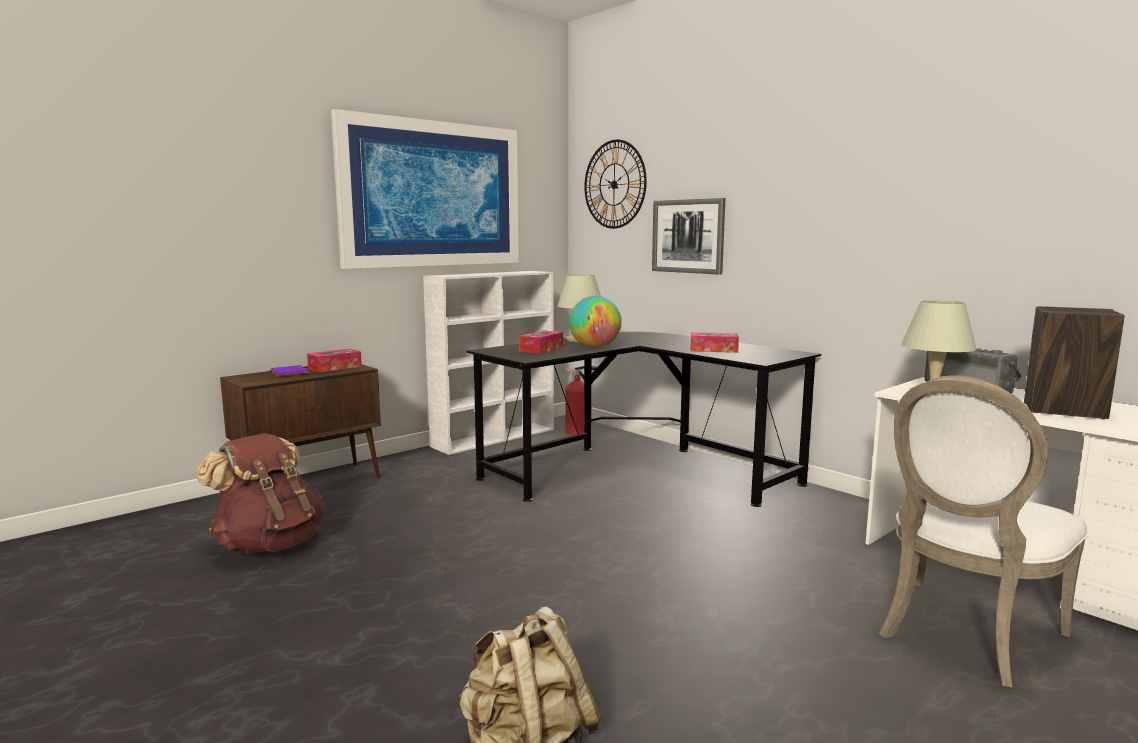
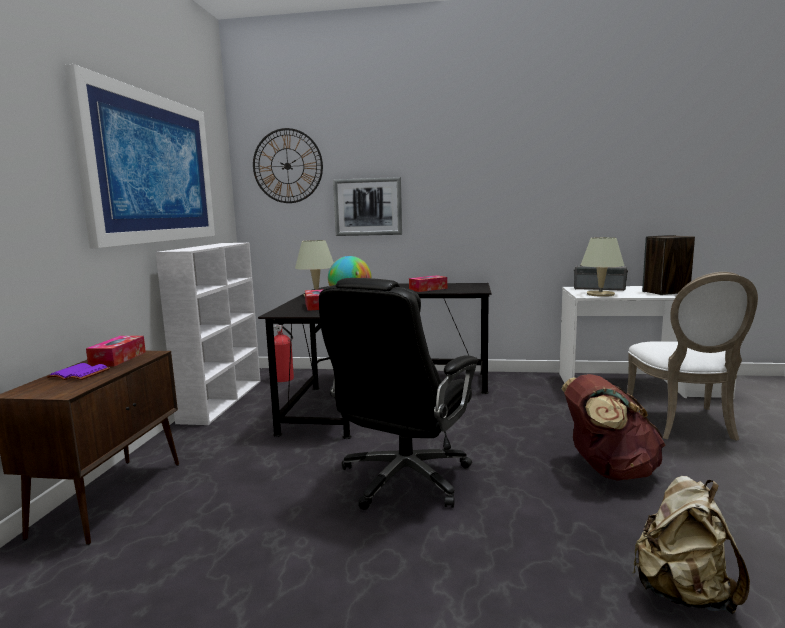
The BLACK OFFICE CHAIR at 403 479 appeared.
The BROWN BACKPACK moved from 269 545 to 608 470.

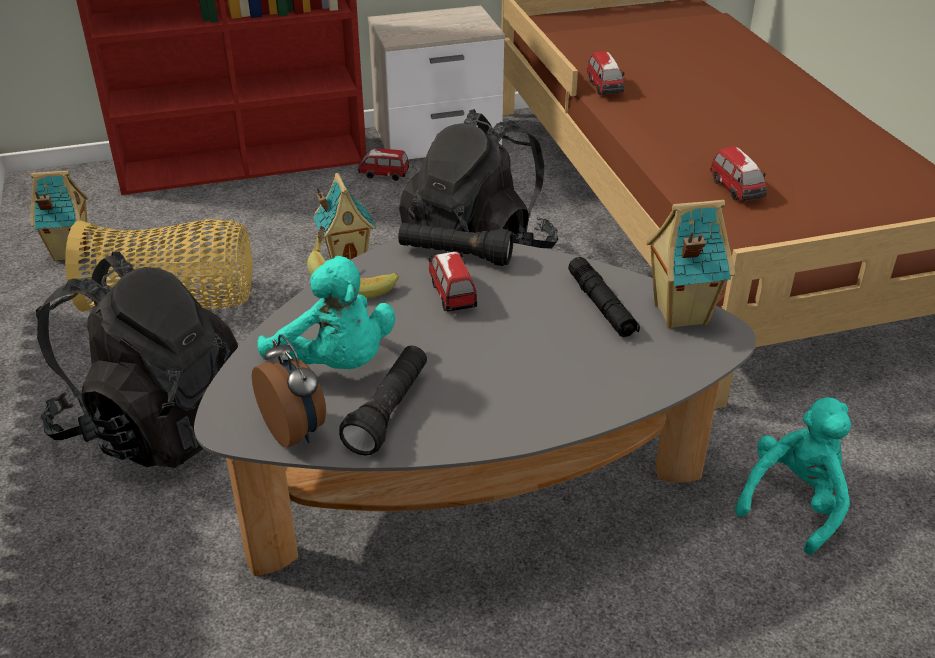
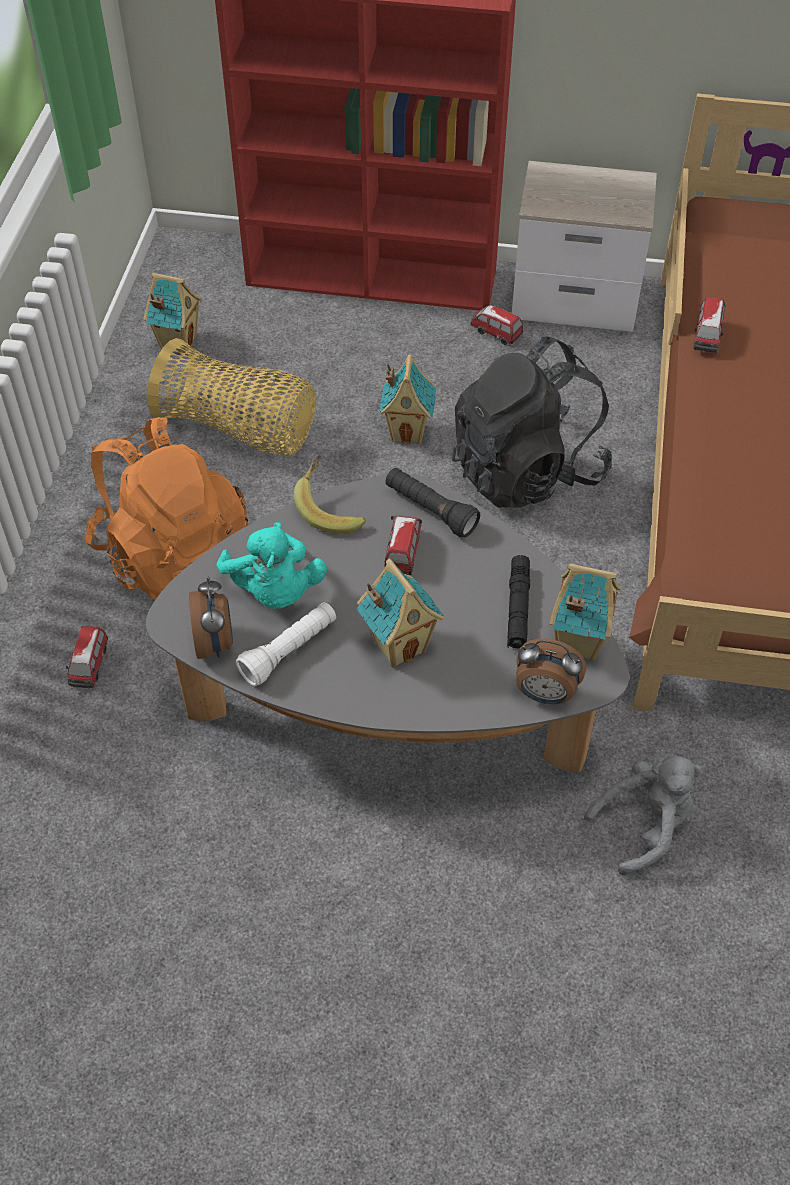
The TOY HOUSE at 399 645 appeared.
The ALARM CLOCK at 545 694 appeared.
The TOY CAR moved from 737 190 to 90 666.
The BLACK BACKPACK at 153 426 became the ORANGE BACKPACK at 172 554.
The BLACK FLASHLIGHT at 389 412 became the WHITE FLASHLIGHT at 289 651.
The TURQUOISE PLUSH TOY at 794 503 became the GREY PLUSH TOY at 644 825.

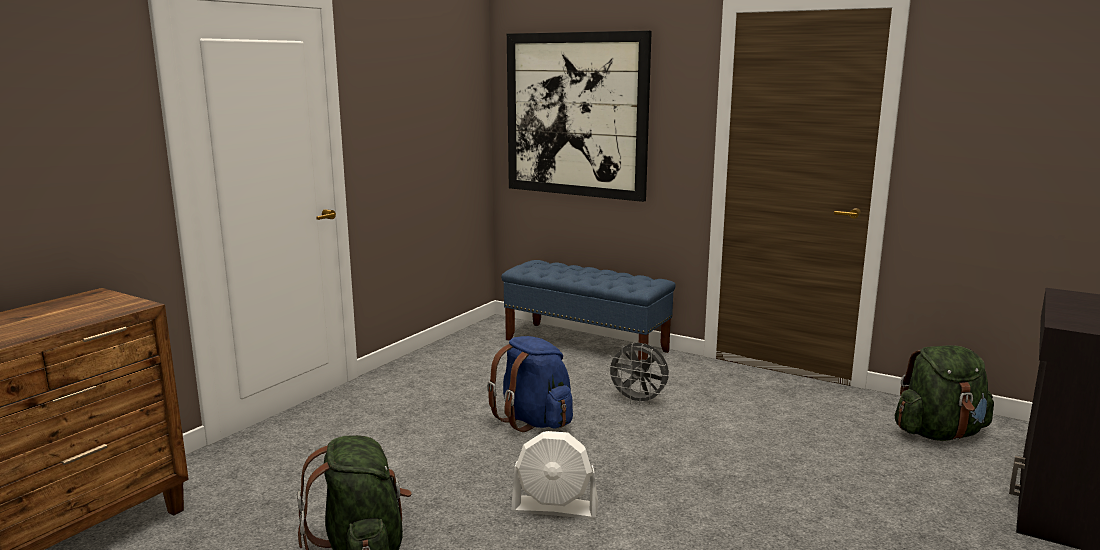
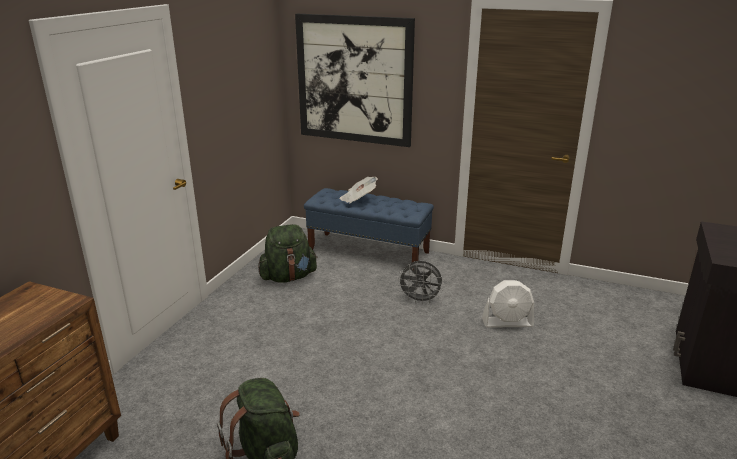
The BLUE BACKPACK at 534 421 disappeared.
The NEWSPAPER at 358 199 appeared.
The WHITE FAN moved from 555 508 to 507 322.
The GREEN BACKPACK moved from 939 433 to 288 277.

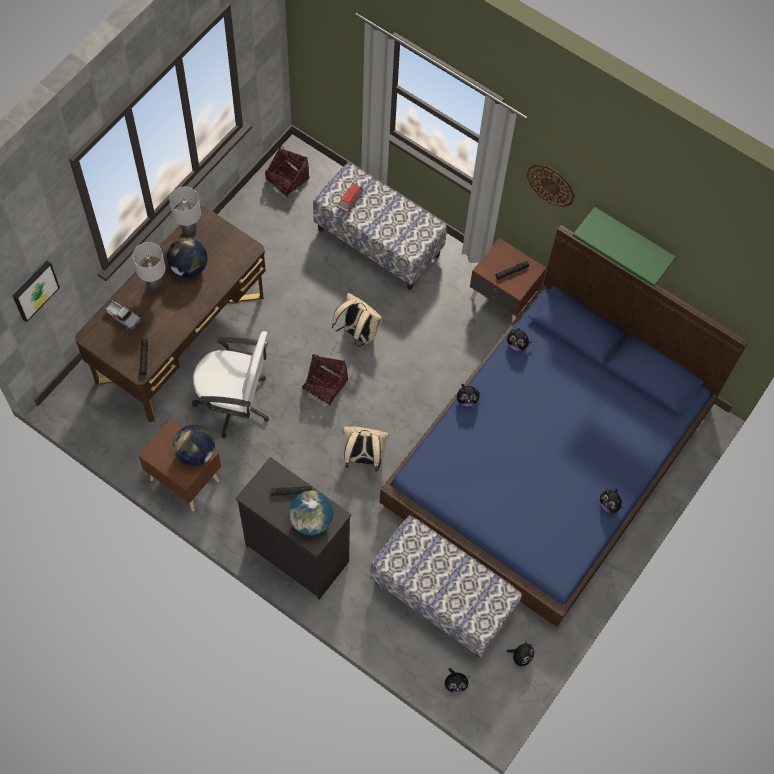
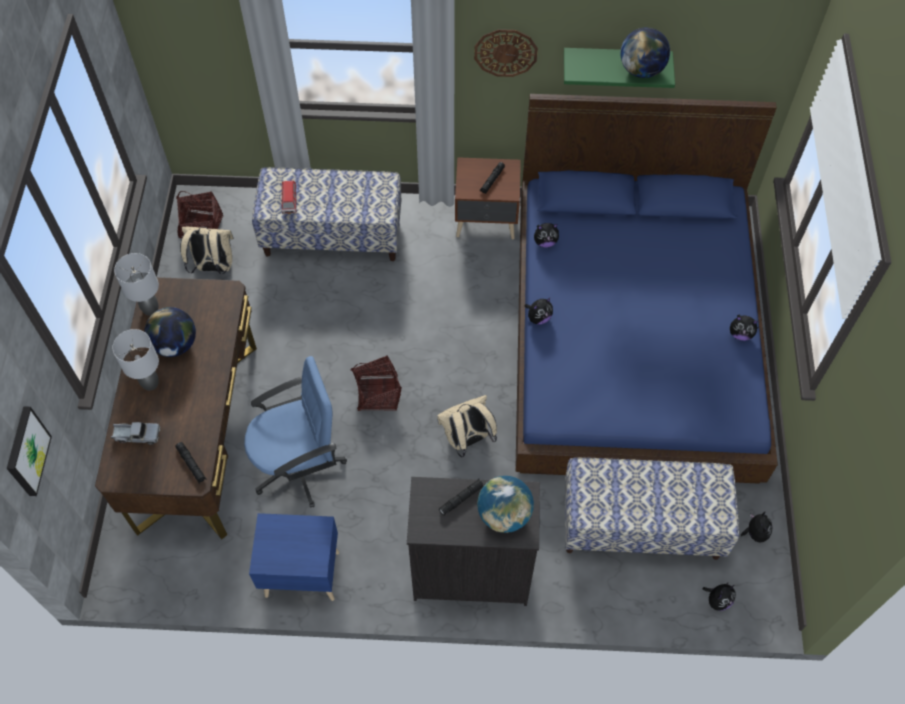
The GLOBE moved from 195 453 to 641 70.
The BEIGE BACKPACK moved from 357 333 to 213 267.
The BROWN NIGHTSTAND at 185 478 became the BLUE NIGHTSTAND at 301 572.
The WHITE OFFICE CHAIR at 235 403 became the BLUE OFFICE CHAIR at 299 465.

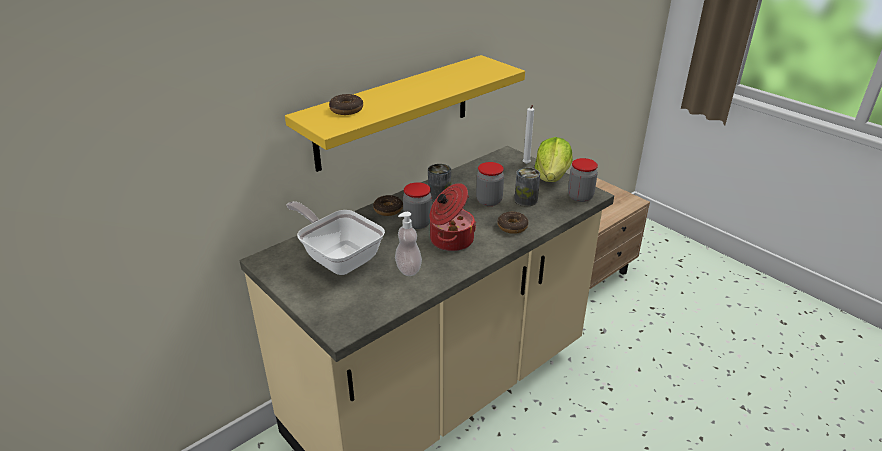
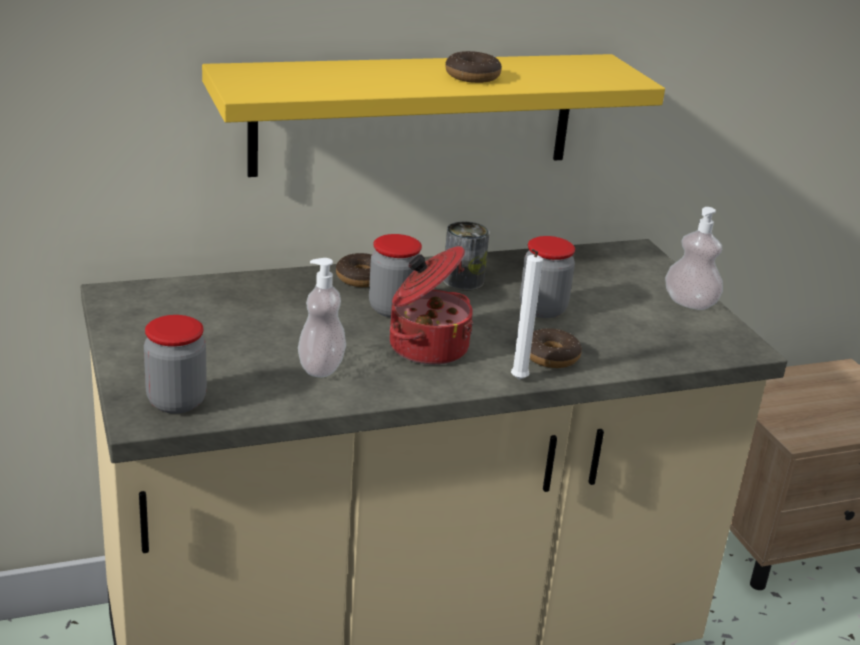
The FRYING PAN at 338 257 disappeared.
The CAN at 526 200 disappeared.
The DONUT moved from 346 110 to 472 76.
The WHITE CANDLE moved from 526 164 to 518 381.
The JAR moved from 580 197 to 176 401.
The LETTUCE at 552 177 was replaced by the SOAP DISPENSER at 690 303.

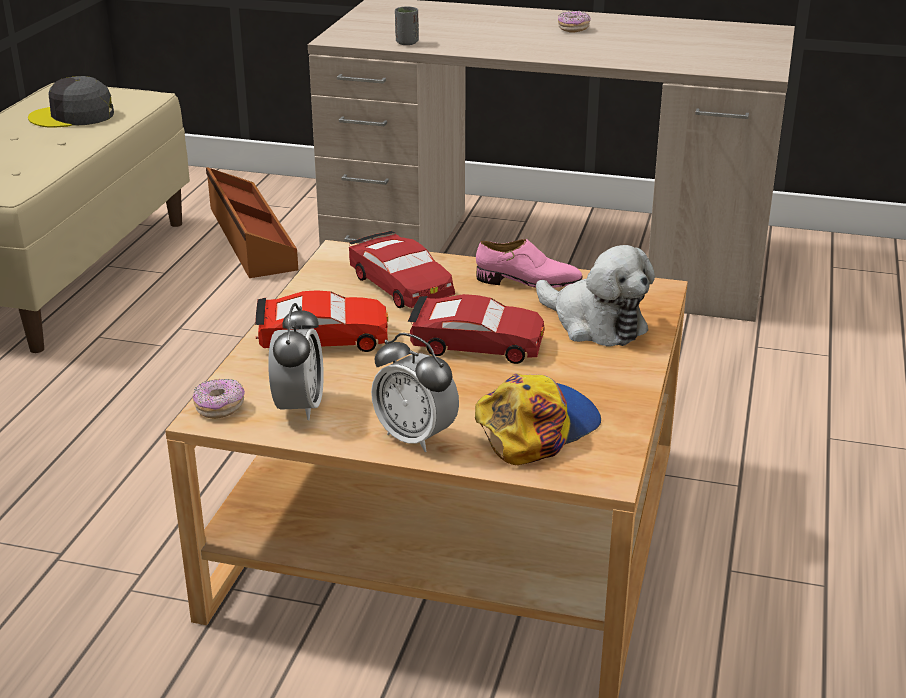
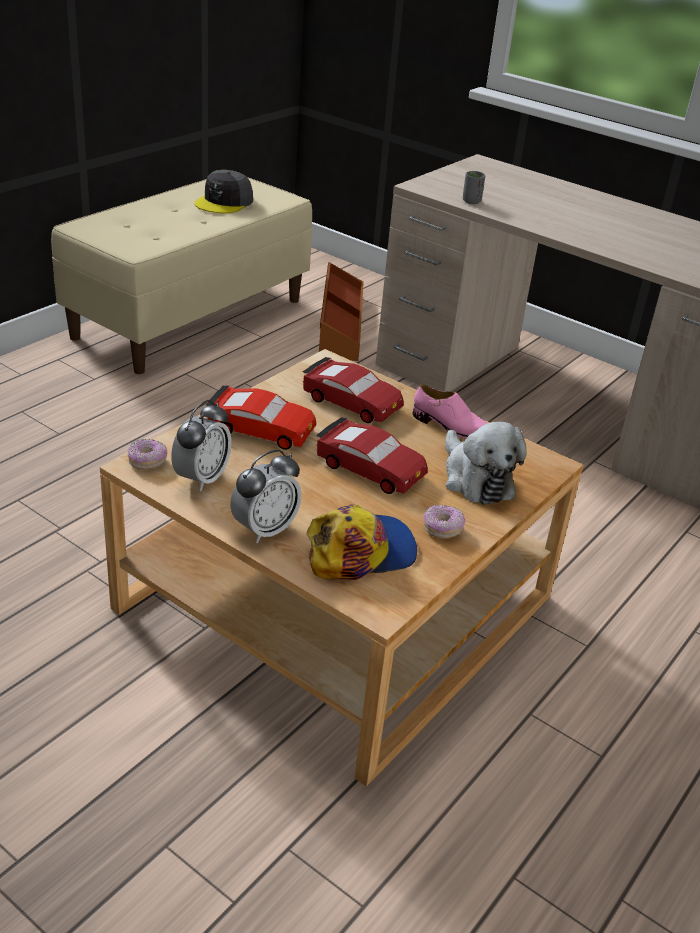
The DONUT moved from 573 29 to 442 529.
The GREY CAP at 73 116 turned 75 degrees counterclockwise.
The RED TOY CAR at 401 285 turned 45 degrees counterclockwise.
The ALARM CLOCK at 415 437 turned 105 degrees counterclockwise.

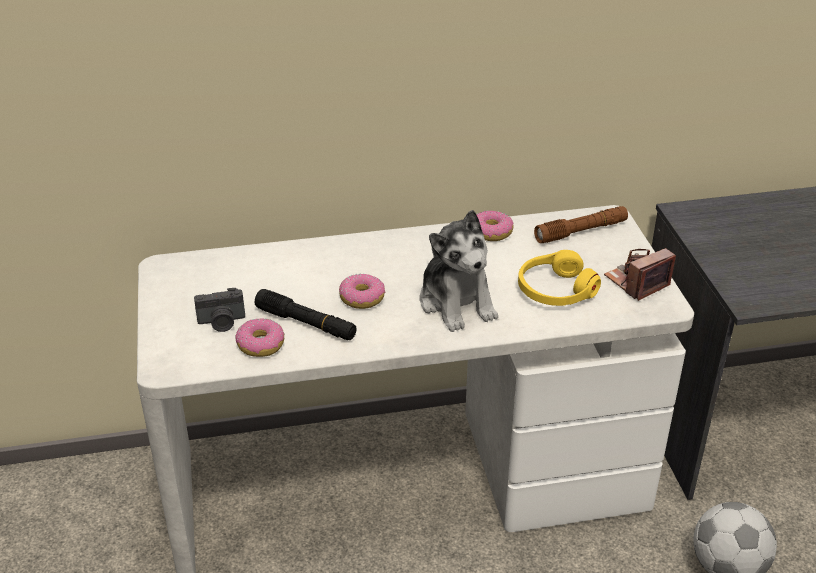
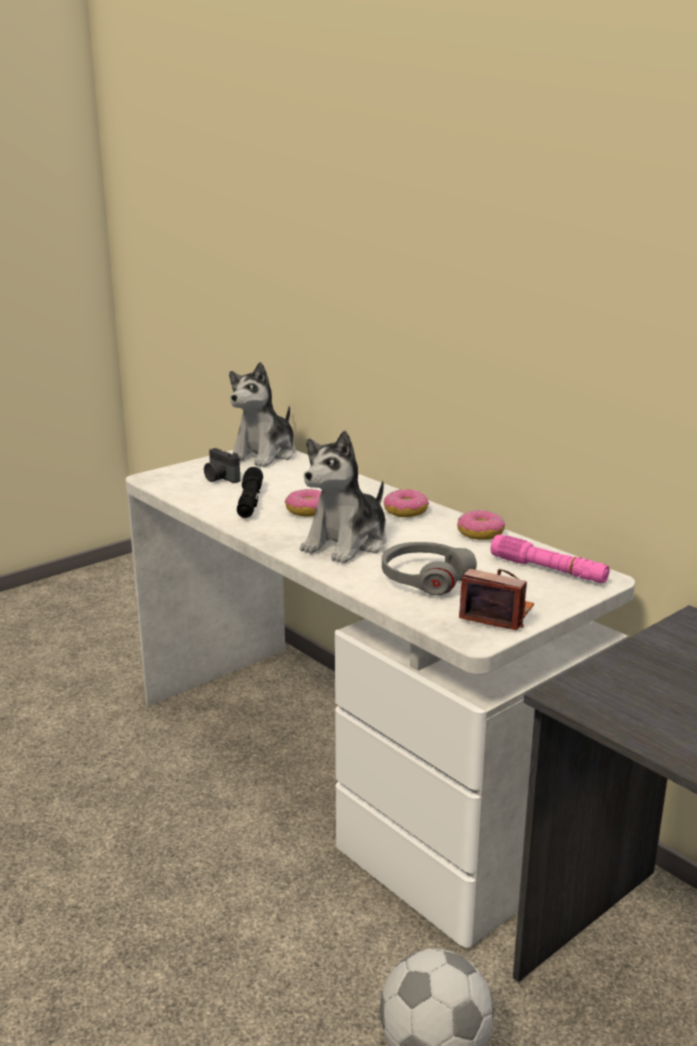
The PLUSH TOY at 264 455 appeared.
The DONUT moved from 260 344 to 405 511.
The YELLOW HEADPHONES at 555 290 became the GREY HEADPHONES at 425 579.
The BROWN FLASHLIGHT at 581 231 became the PINK FLASHLIGHT at 548 570.

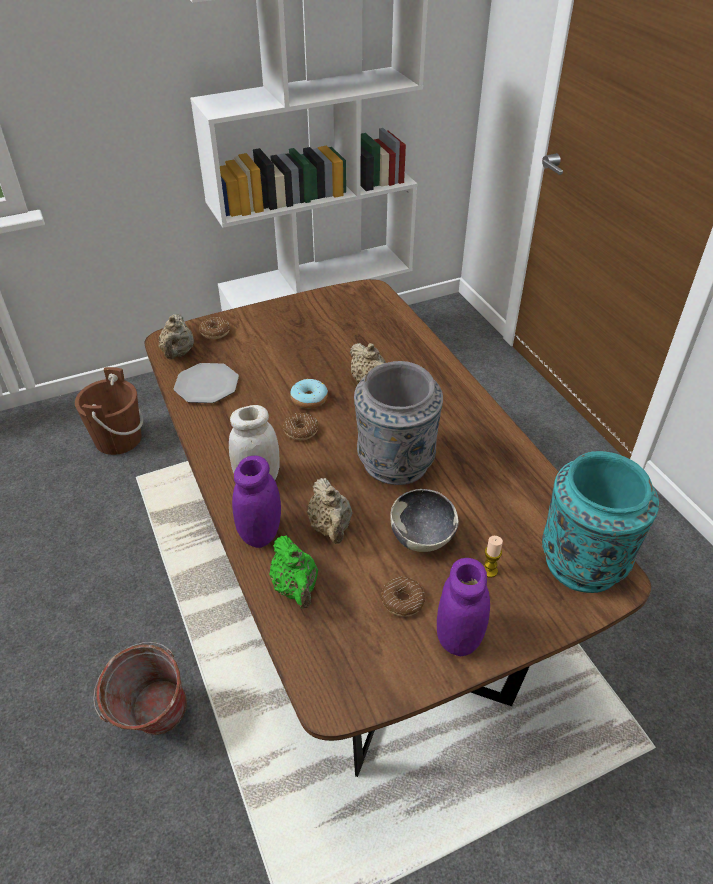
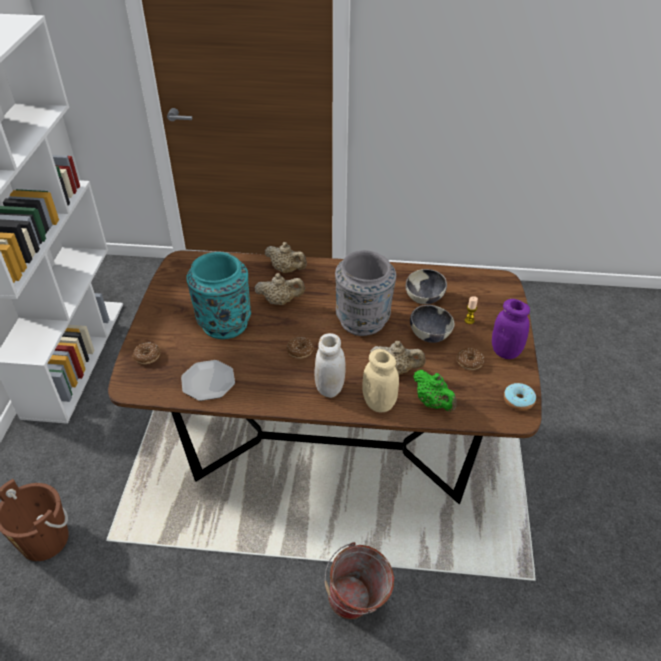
The BOWL at 424 299 appeared.
The BEIGE TEAPOT moved from 178 353 to 286 270.
The DONUT moved from 309 399 to 518 401.
The TURQUOISE VASE moved from 582 560 to 224 323.
The PURPLE JAR at 260 533 became the BEIGE JAR at 379 403.
The GREEN TEAPOT at 296 588 turned 45 degrees clockwise.

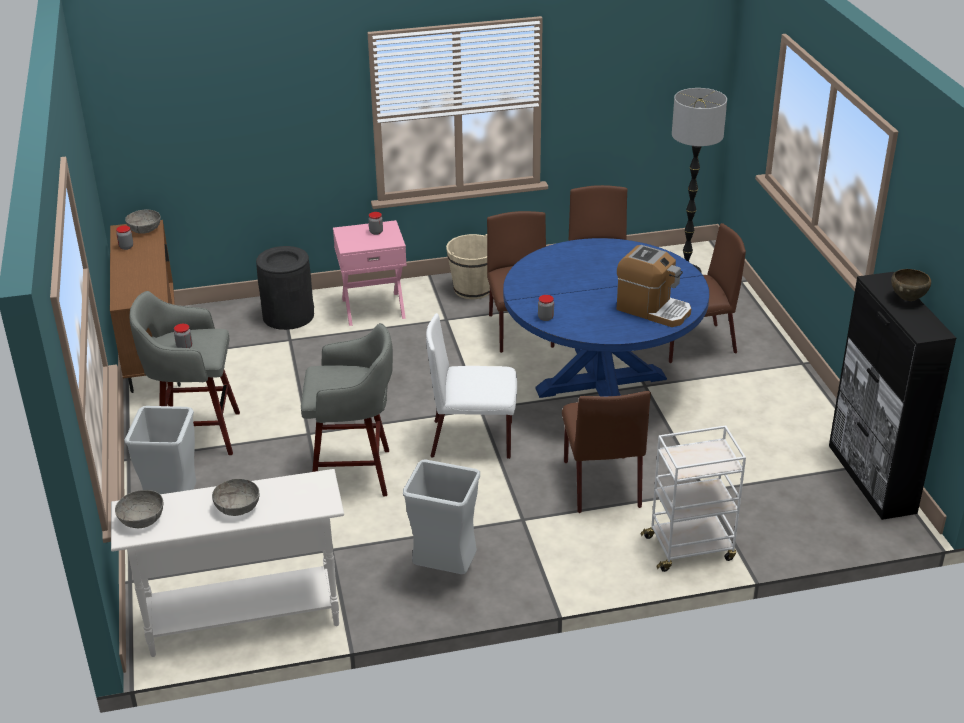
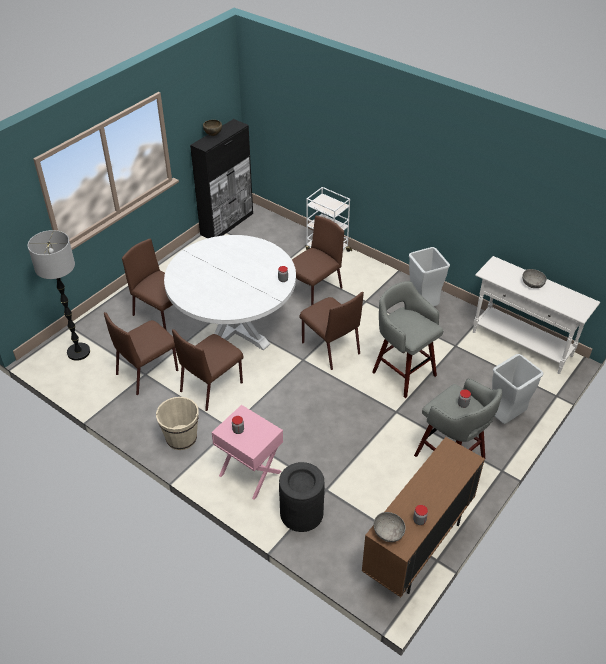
The GREY BOWL at 142 519 disappeared.
The COFFEE MACHINE at 653 310 disappeared.
The WHITE CHAIR at 473 439 became the BROWN CHAIR at 330 347.
The BLUE DINING TABLE at 601 384 became the WHITE DINING TABLE at 234 329.

